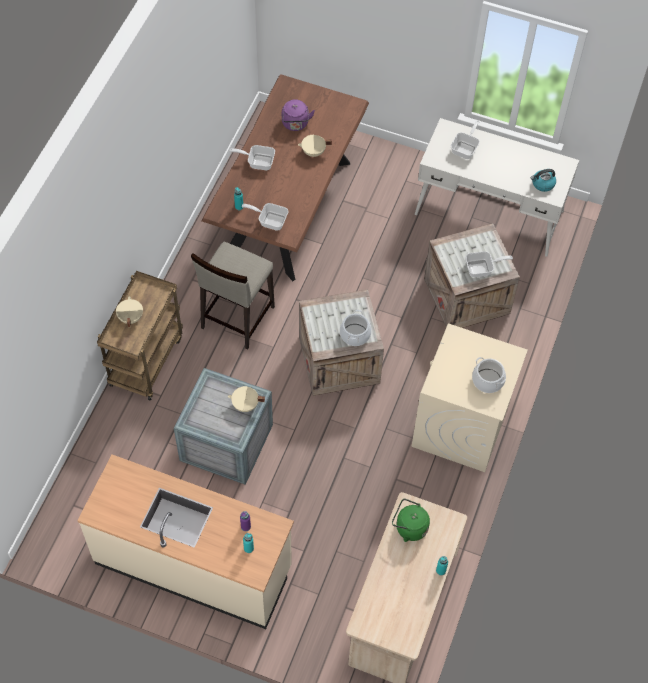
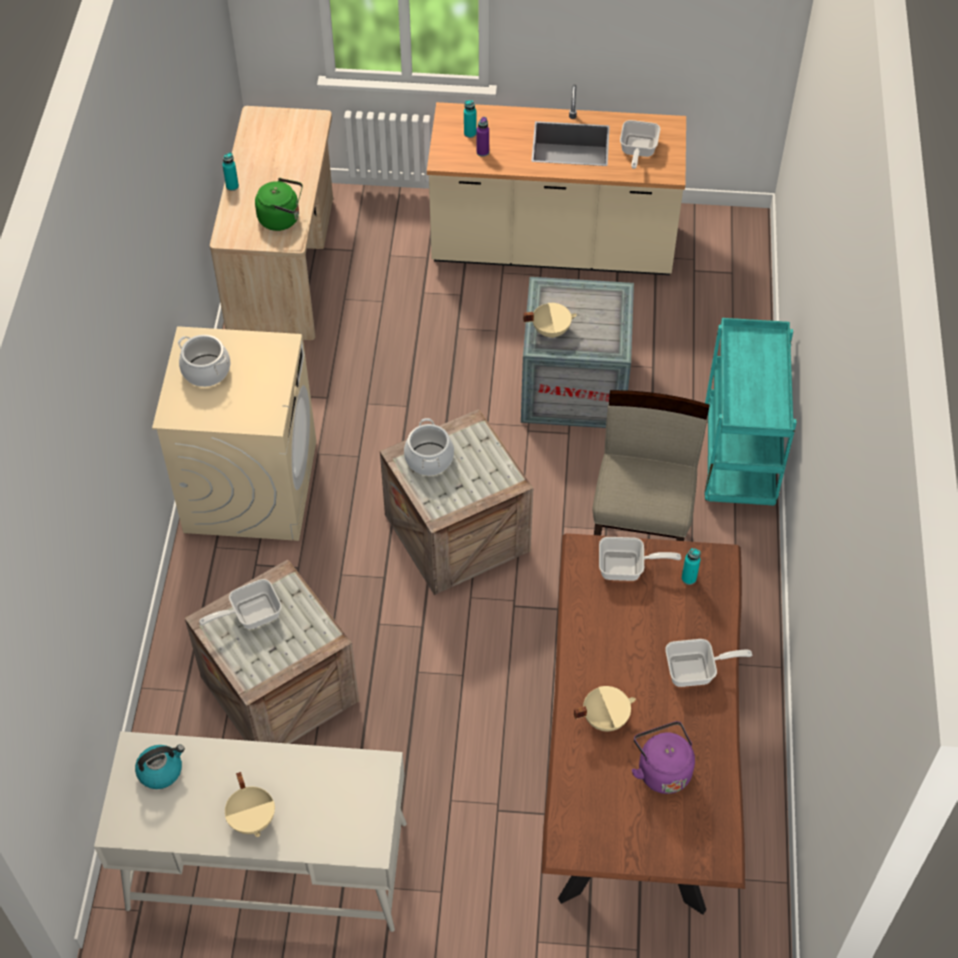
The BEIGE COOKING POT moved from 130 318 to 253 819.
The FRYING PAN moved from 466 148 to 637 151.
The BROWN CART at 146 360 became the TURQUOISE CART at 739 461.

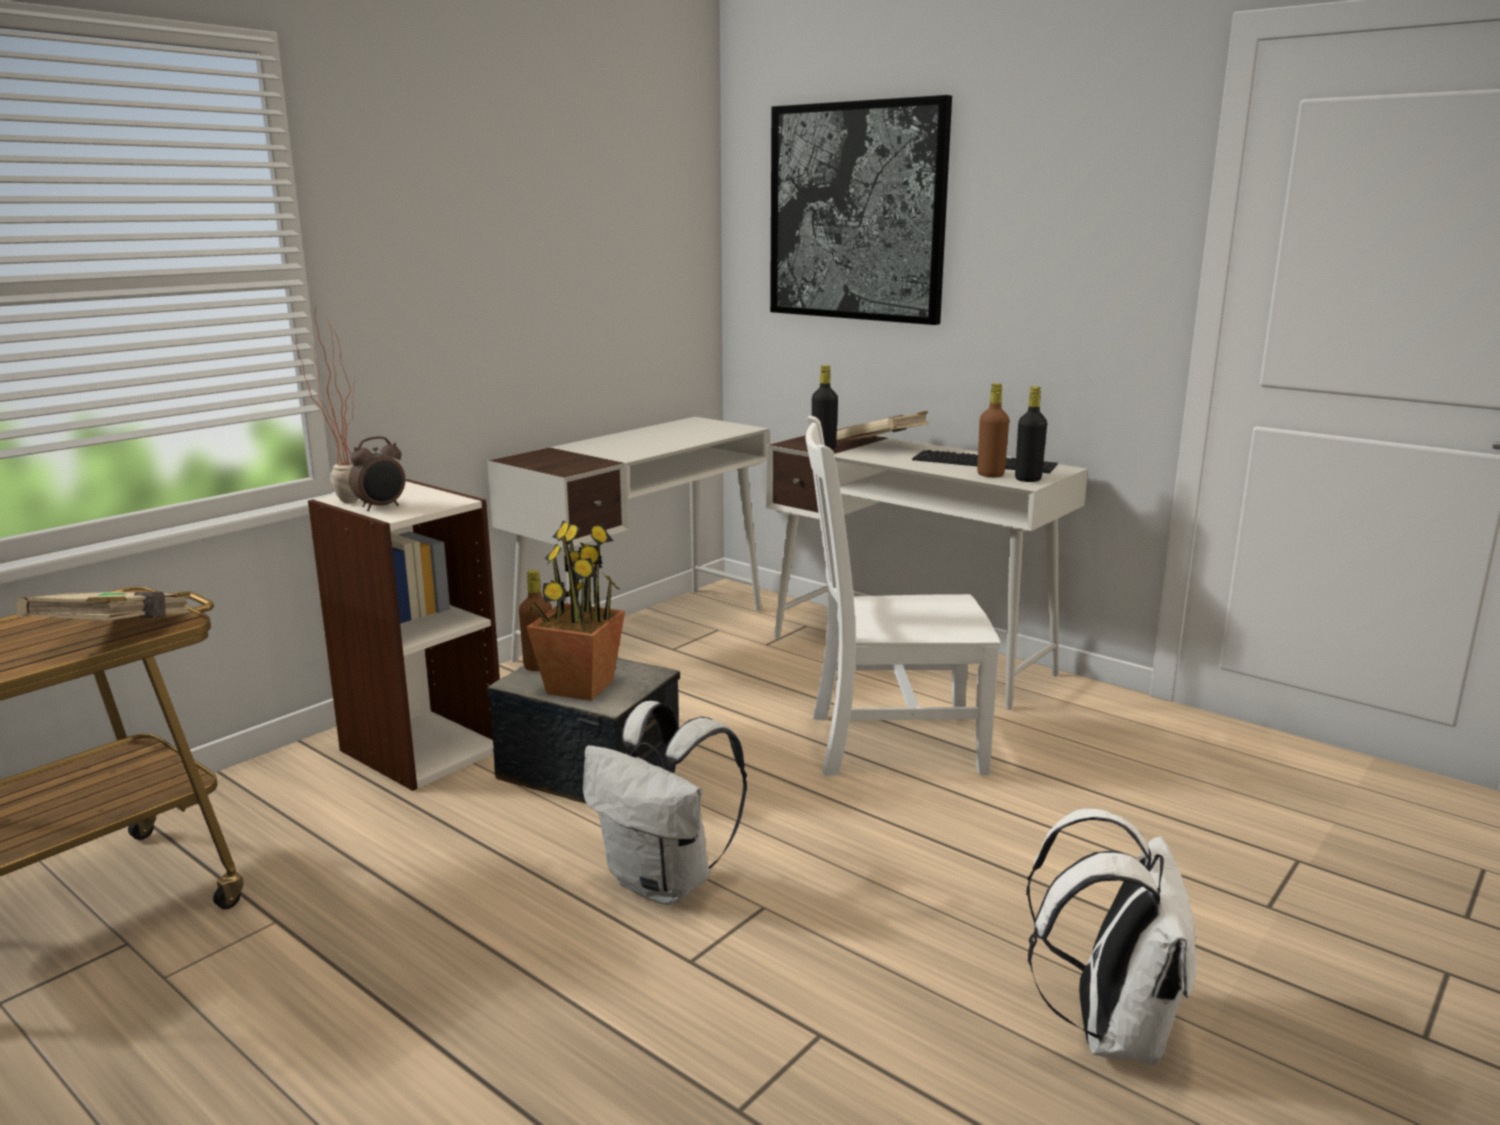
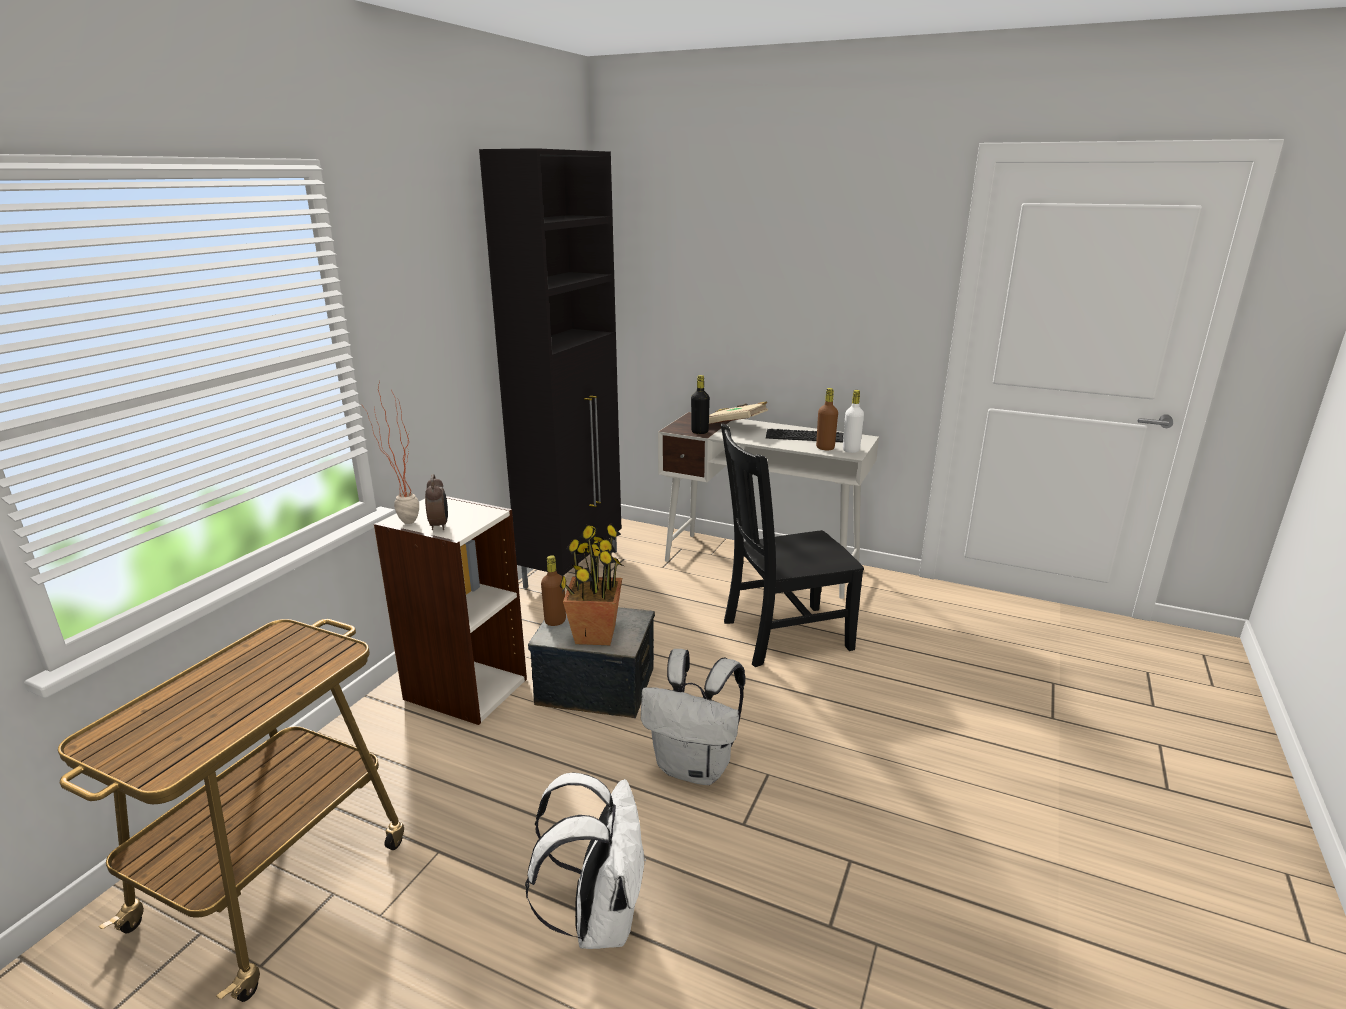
The BEIGE BOOK at 117 633 disappeared.
The PICTURE at 856 212 disappeared.
The WHITE BACKPACK moved from 1109 1028 to 599 917.
The WHITE DESK at 644 633 was replaced by the BLACK CABINET at 573 568.
The WHITE CHAIR at 889 743 became the BLACK CHAIR at 782 635.
The BLACK BOTTLE at 1028 479 became the WHITE BOTTLE at 851 450.
The ALARM CLOCK at 381 507 turned 45 degrees counterclockwise.

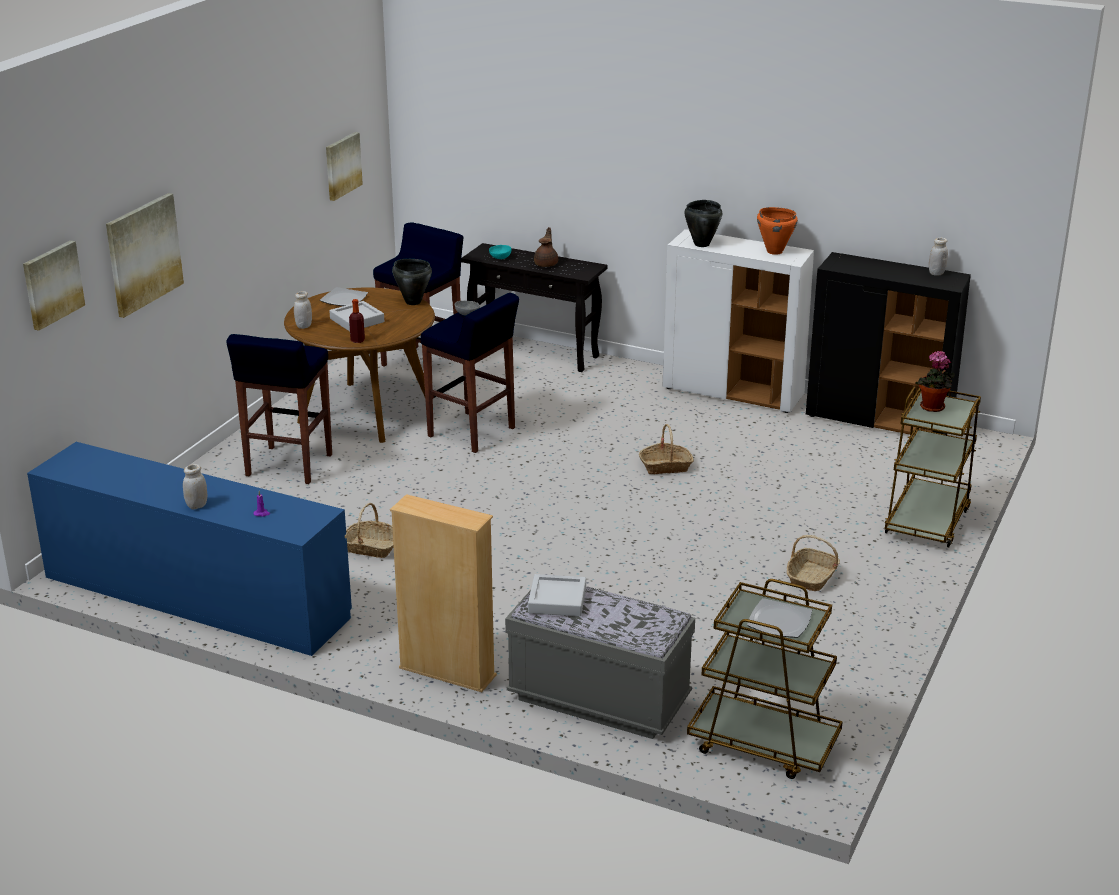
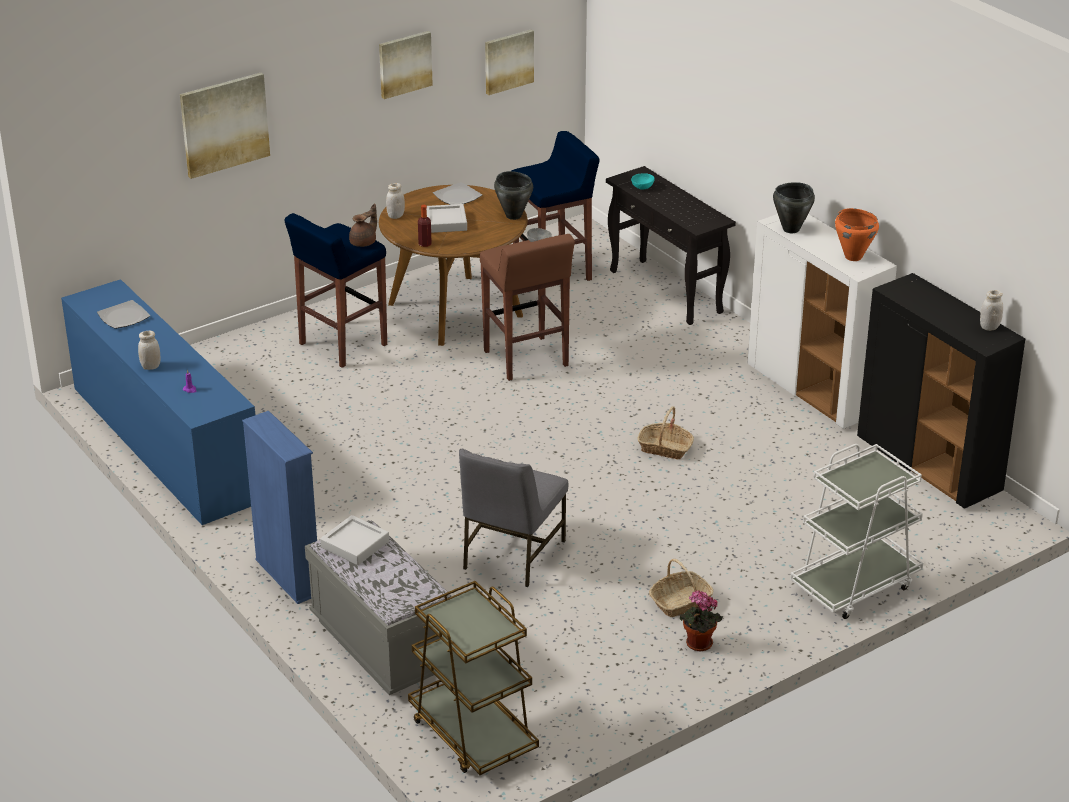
The BASKET at 370 547 disappeared.
The GREY CHAIR at 511 555 appeared.
The PICTURE moved from 52 284 to 404 64.
The BROWN TEAPOT moved from 546 264 to 364 242.
The PLATE moved from 779 621 to 124 316.
The POTTED PLANT moved from 932 408 to 697 645.
The BEIGE BOOKCASE at 447 672 became the BLUE BOOKCASE at 288 577.
The BLUE STOOL at 472 433 became the BROWN STOOL at 526 359.
The BROWN CART at 927 521 became the WHITE CART at 855 585.

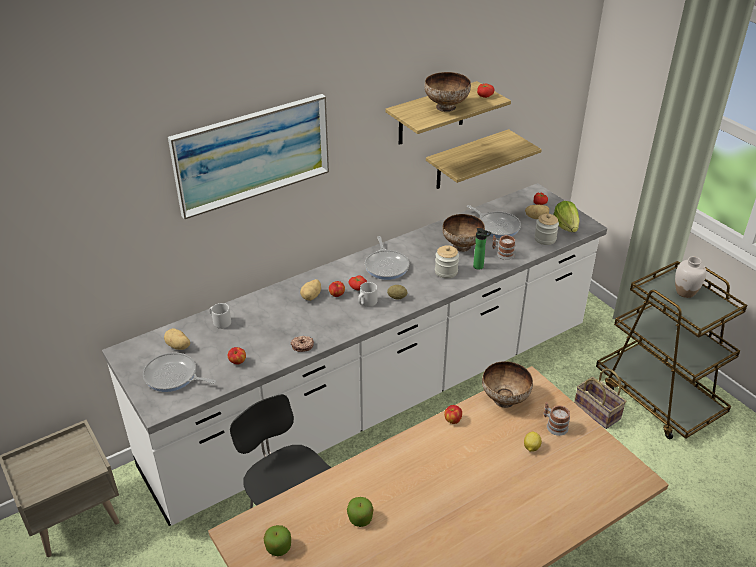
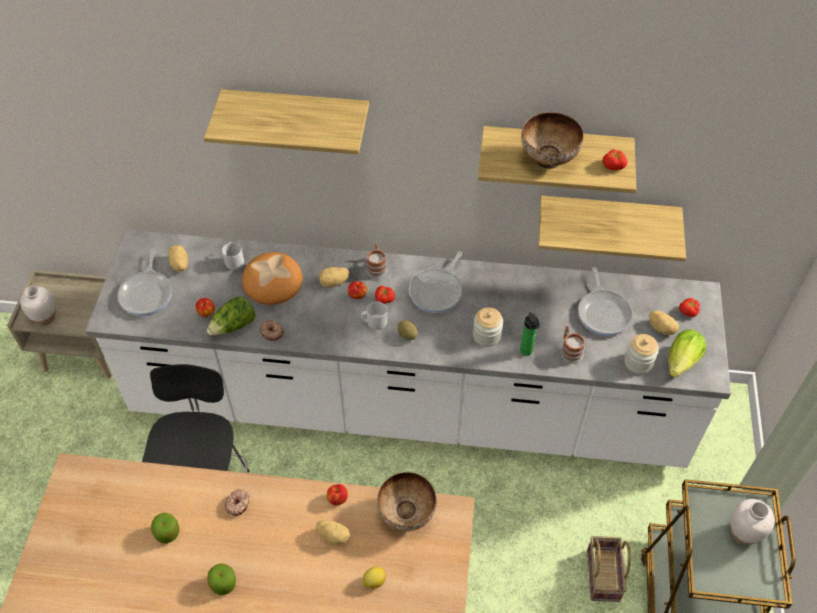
The BOWL at 462 246 disappeared.
The WHITE VASE at 45 318 appeared.
The LETTUCE at 234 326 appeared.
The DONUT at 238 504 appeared.
The BREAD at 272 281 appeared.
The POTATO at 334 535 appeared.
The APPLE moved from 278 547 to 223 583.
The MUG moved from 554 425 to 376 267.
The PICTURE at 252 154 was replaced by the SHELF at 297 116.
The FRYING PAN at 173 376 turned 150 degrees counterclockwise.

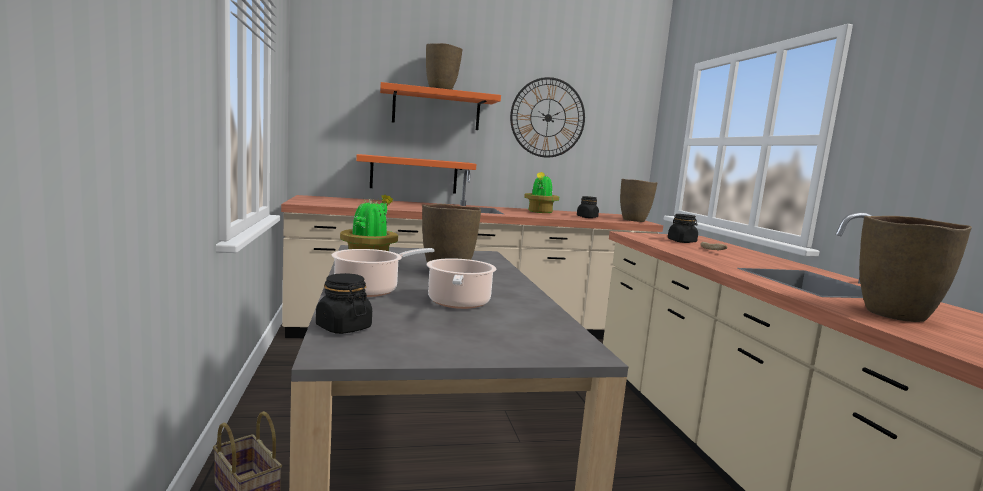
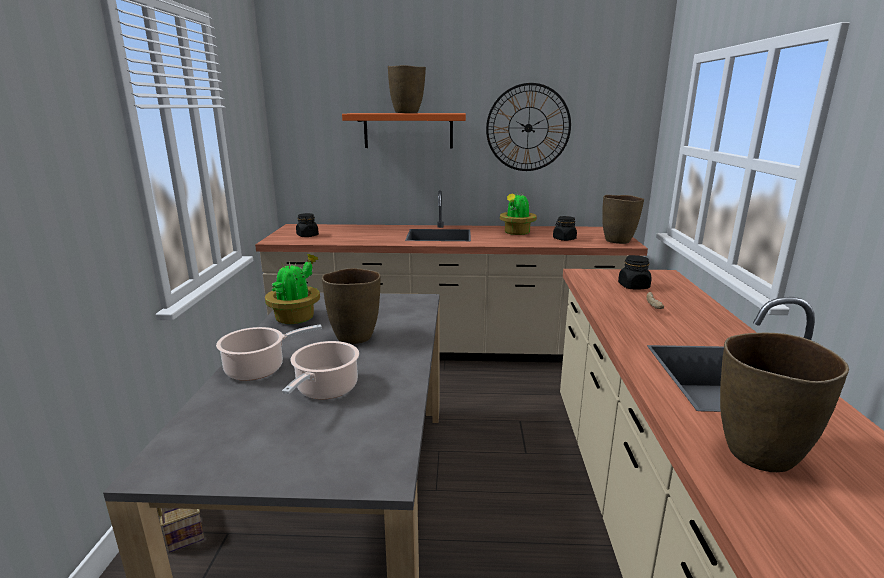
The ORANGE SHELF at 414 174 disappeared.
The BLACK JAR moved from 343 327 to 307 235.

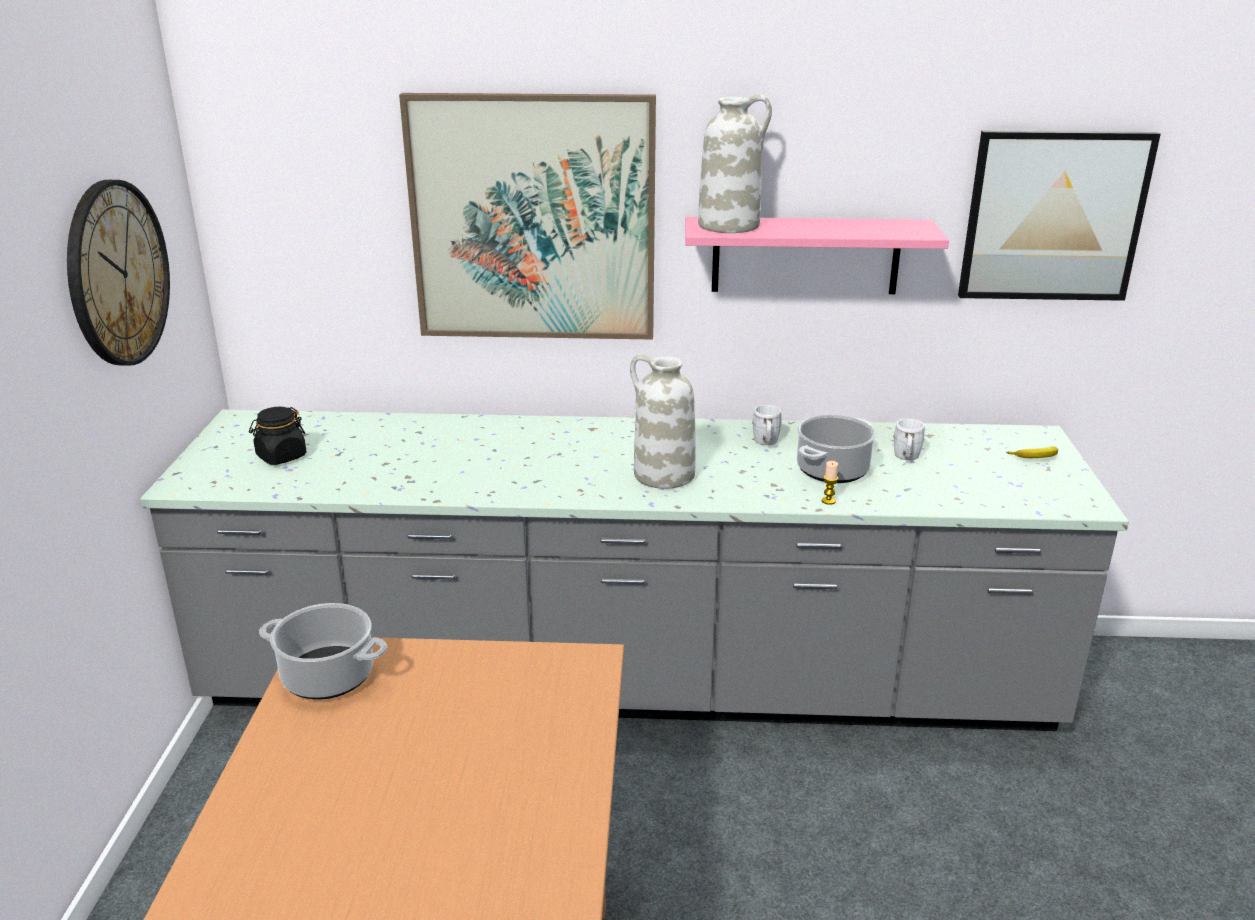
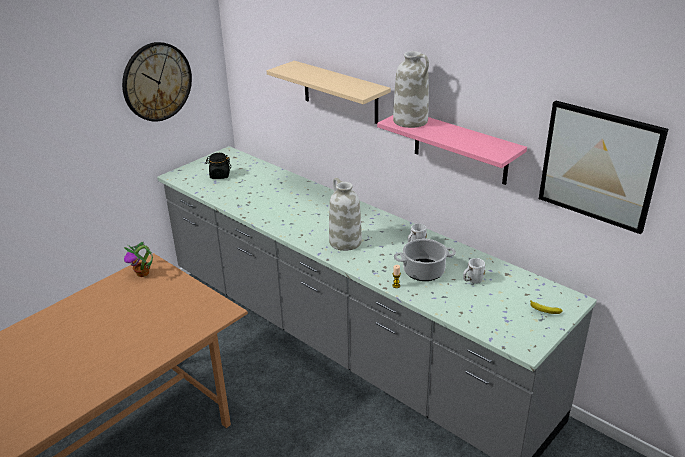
The COOKING POT at 329 676 was replaced by the POTTED PLANT at 143 273.
The PICTURE at 533 219 was replaced by the BEIGE SHELF at 340 92.

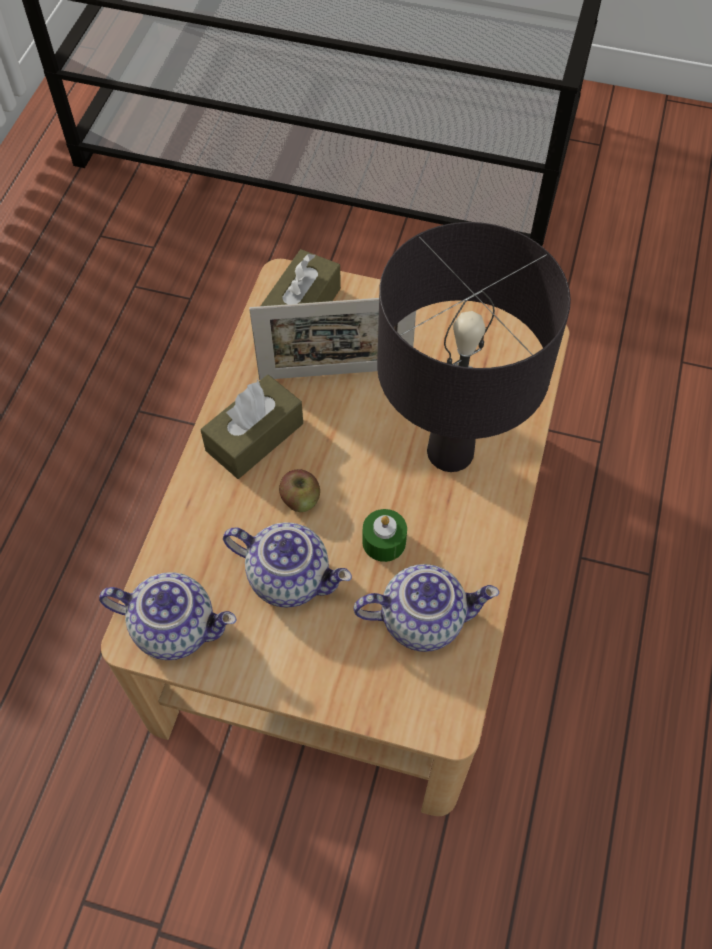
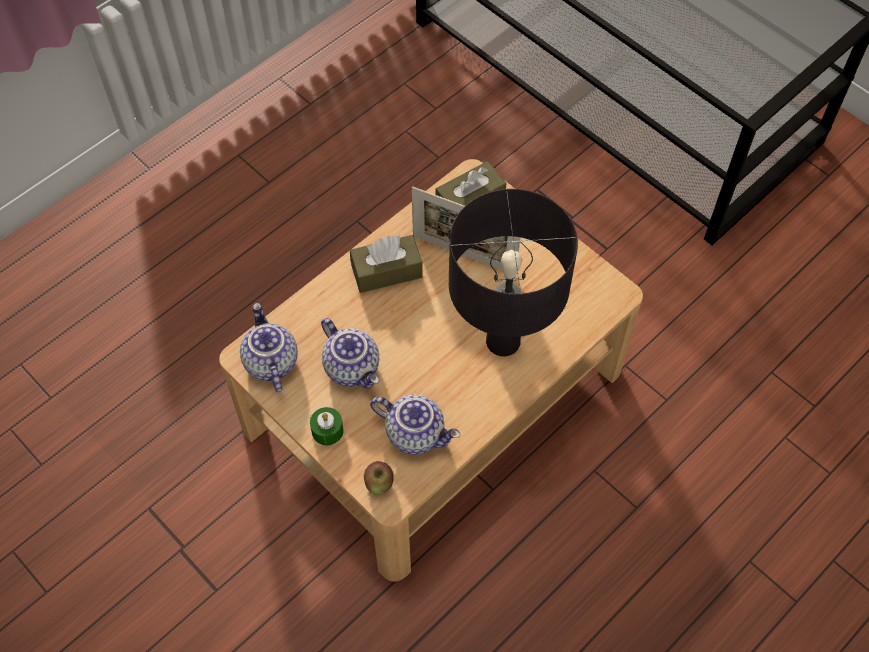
The APPLE moved from 300 499 to 379 483.
The GREEN CANDLE moved from 384 541 to 327 430.
The TEAPOT at 176 626 turned 150 degrees counterclockwise.

